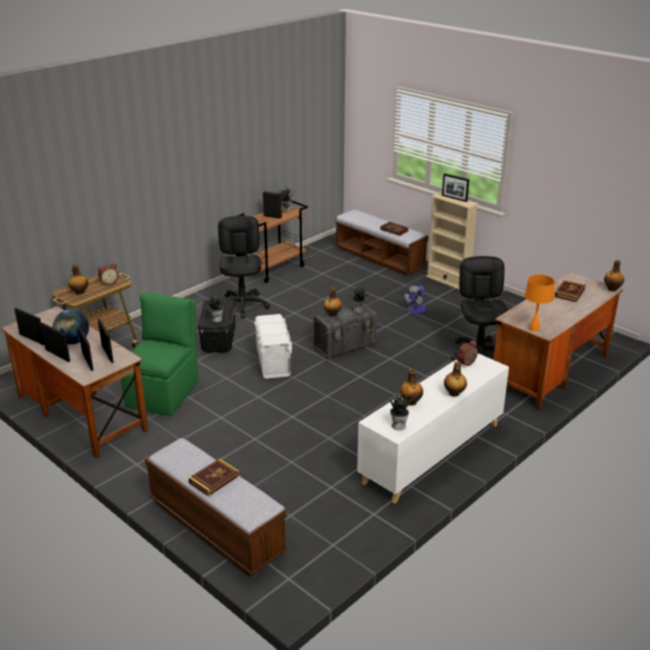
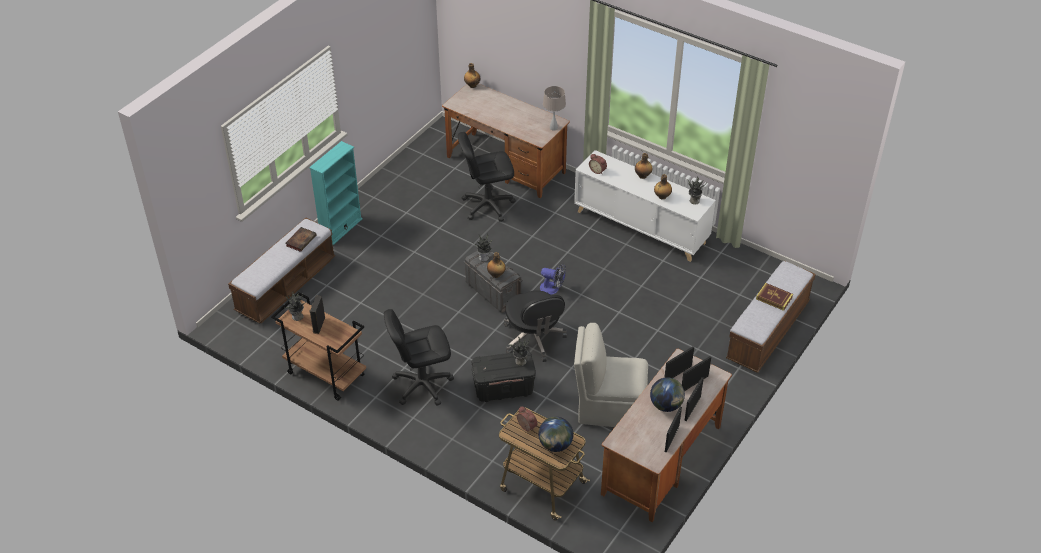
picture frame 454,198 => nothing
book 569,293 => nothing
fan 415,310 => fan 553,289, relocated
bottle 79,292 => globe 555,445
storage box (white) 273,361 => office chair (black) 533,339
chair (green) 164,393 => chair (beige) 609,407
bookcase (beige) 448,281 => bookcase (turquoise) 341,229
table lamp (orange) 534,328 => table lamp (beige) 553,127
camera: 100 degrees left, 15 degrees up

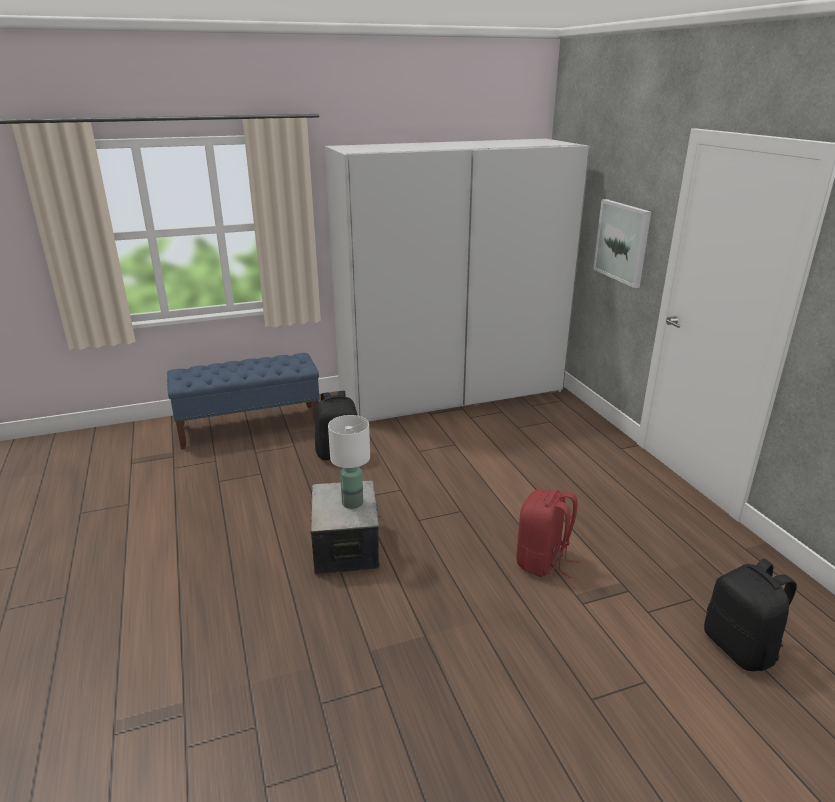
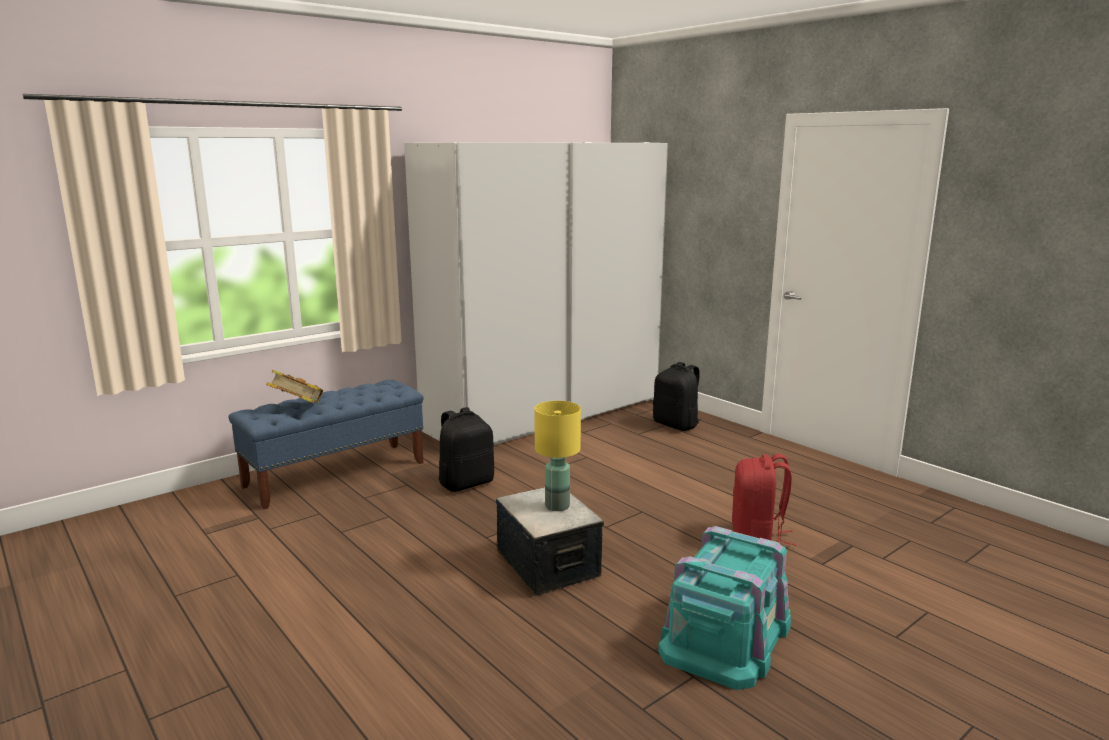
picture 622,242 => nothing
nothing => book 297,407
nothing => storage box (turquoise) 725,634
backpack (black) 740,647 => backpack (black) 676,425, relocated
table lamp (white) 352,503 => table lamp (yellow) 557,506
camera: 20 degrees left, 10 degrees down

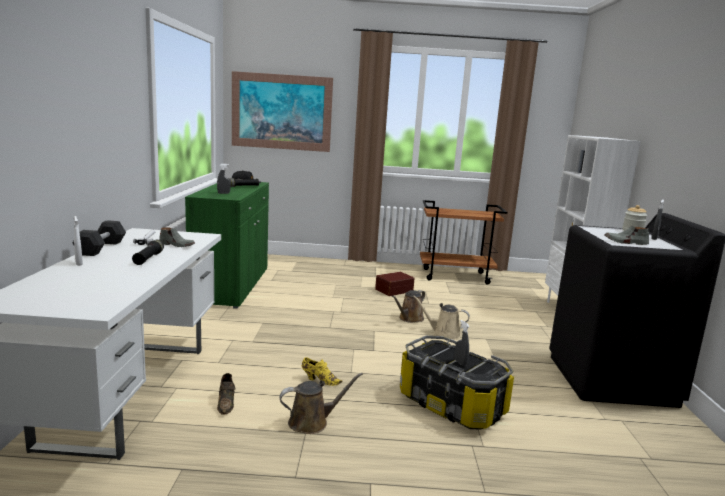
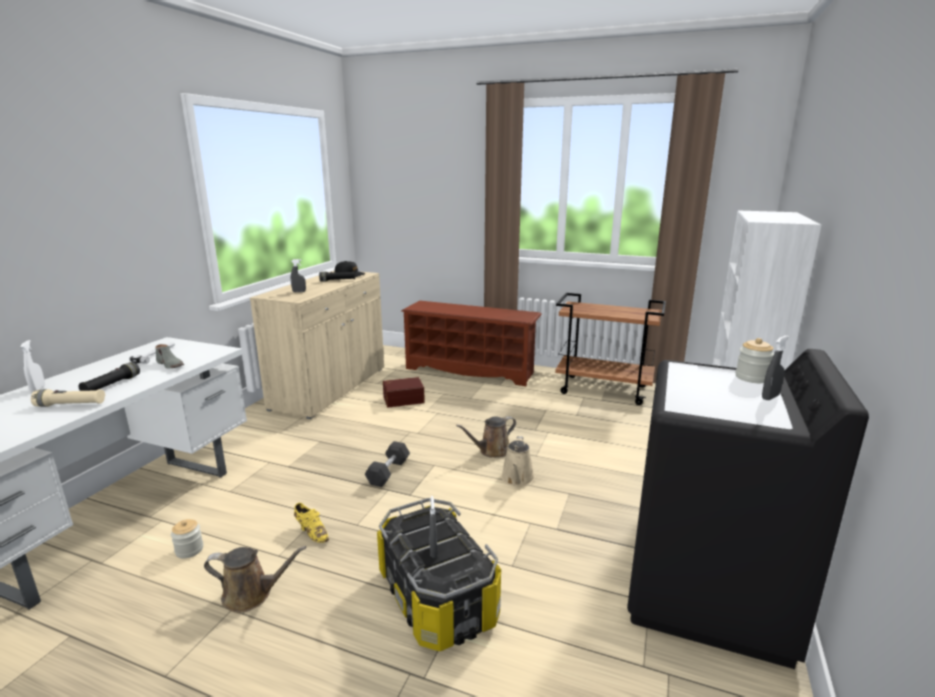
picture 281,112 => nothing
shoe (grey) 625,242 => nothing
nothing => flashlight (beige) 70,405
nothing => shoe rack (brown) 471,370
dumbbell (black) 101,248 => dumbbell (black) 388,472, relocated
storage box (brown) 393,290 => storage box (brown) 403,399, relocated
shoe (brown) 226,403 => jar 189,550
cabinet (green) 232,285 => cabinet (beige) 330,388
watering can (beige) 443,334 => watering can (beige) 517,479, 120 degrees counterclockwise
camera: 20 degrees right, 5 degrees up

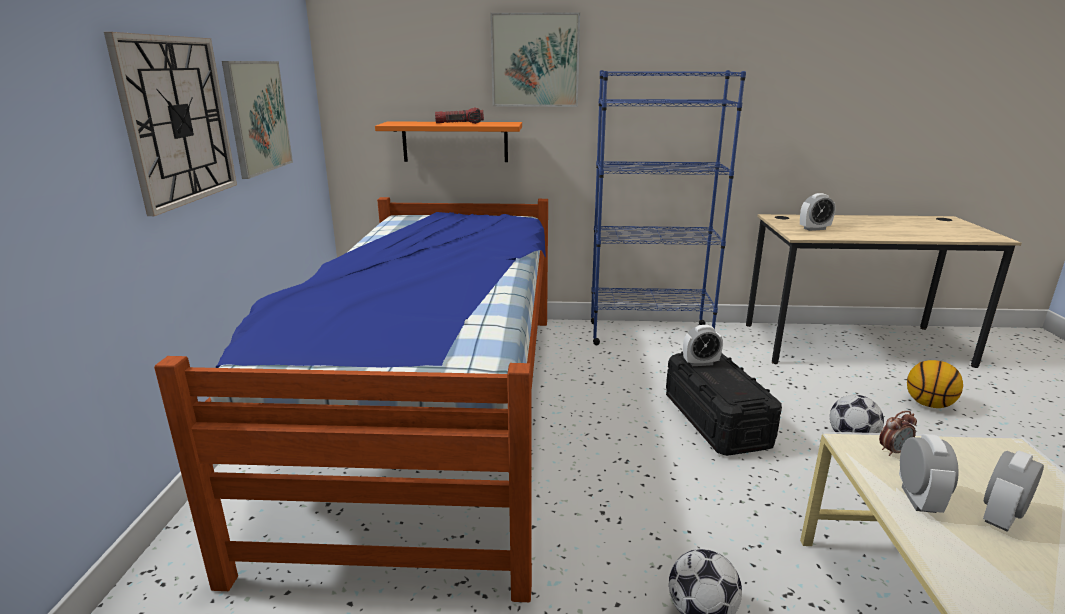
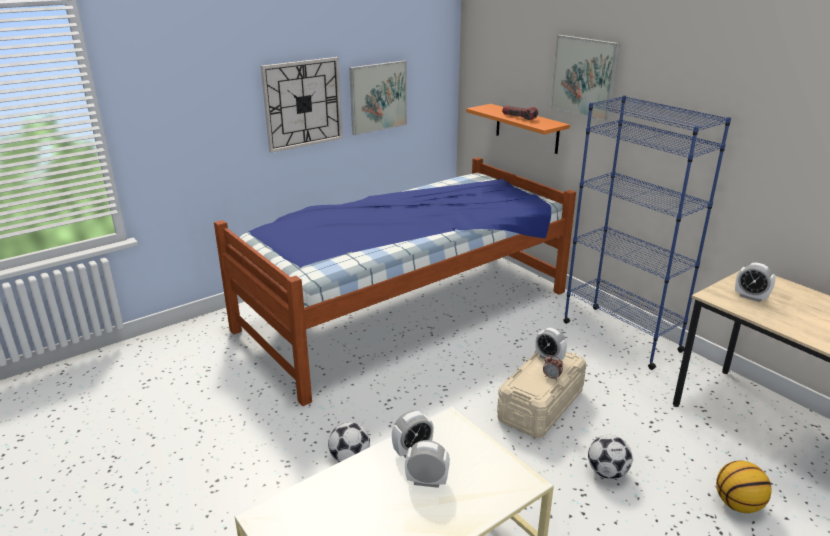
alarm clock 893,451 => alarm clock 552,377, relocated
storage box (black) 716,420 => storage box (beige) 541,405
camera: 50 degrees right, 5 degrees up

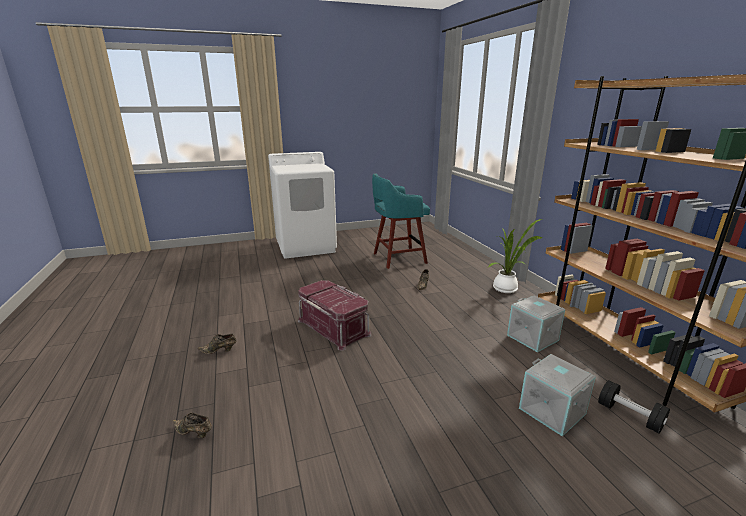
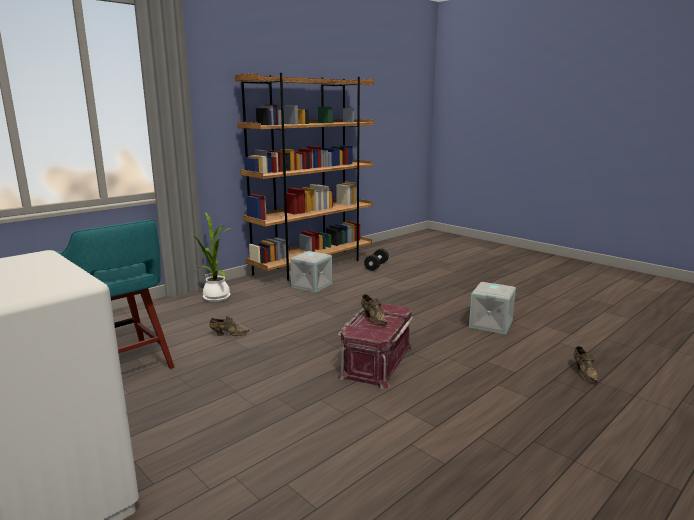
shoe (brown) 219,351 => shoe (brown) 373,318, relocated
storage box (grey) 553,411 => storage box (grey) 490,323, relocated
camera: 115 degrees left, 5 degrees down

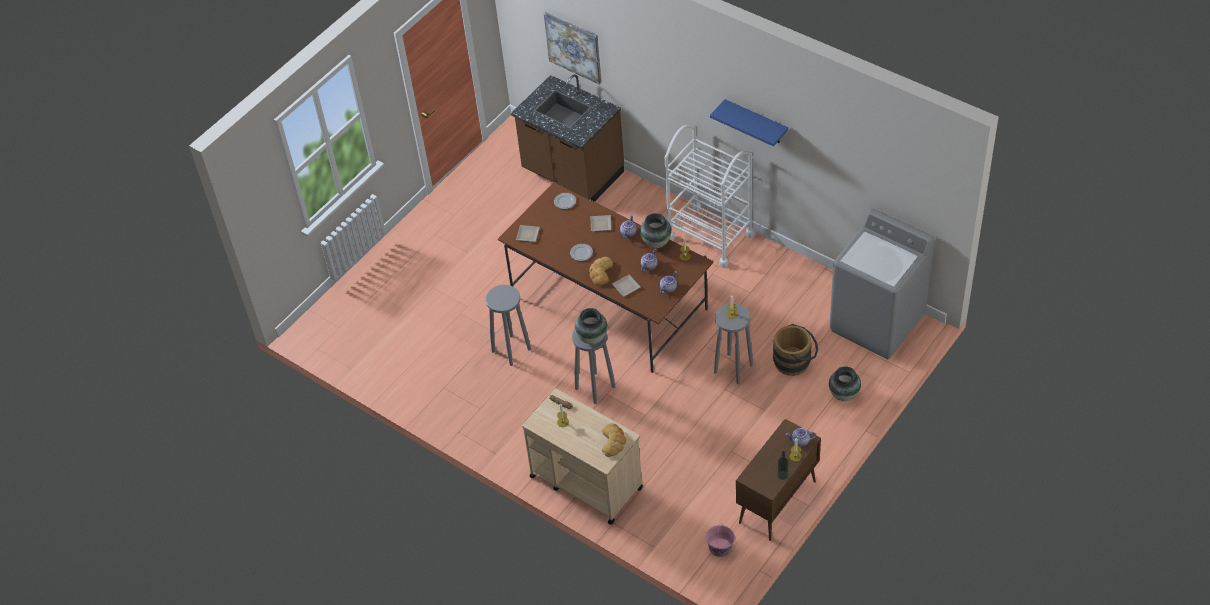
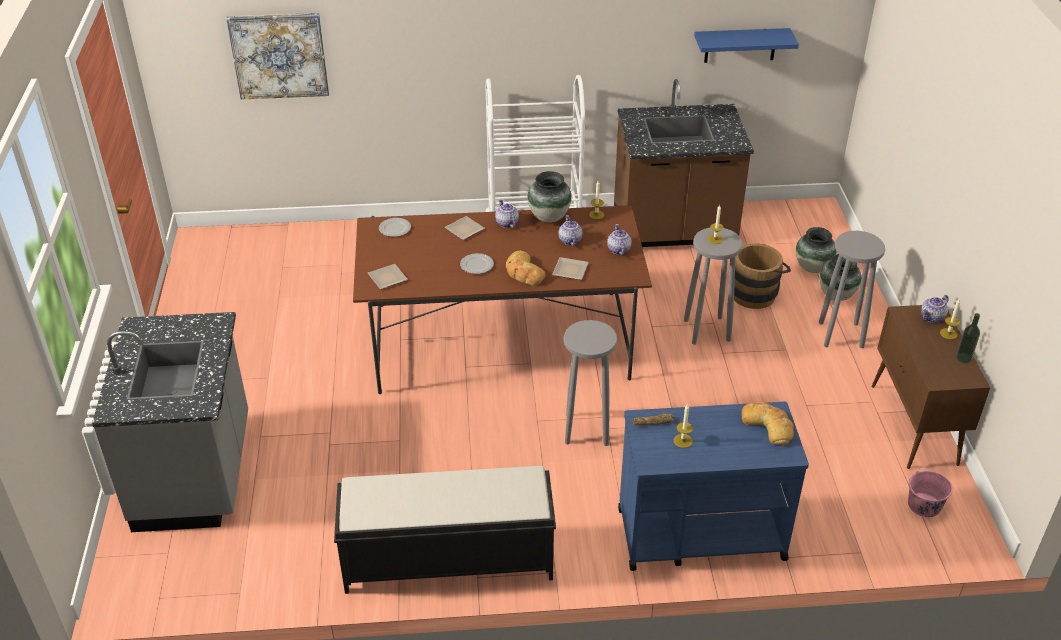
washing machine (grey) 877,323 => nothing
nothing => counter (grey) 196,474
nothing => bench (black) 446,559
stool (grey) 511,350 => stool (grey) 840,334, relocated
counter (brown) 572,173 => counter (brown) 674,230, relocated
vase 592,337 => vase 812,268, relocated
shelf (blue) 756,122 => shelf (blue) 740,45, relocated
cart (beige) 585,482 => cart (blue) 699,533
camera: 45 degrees left, 10 degrees down

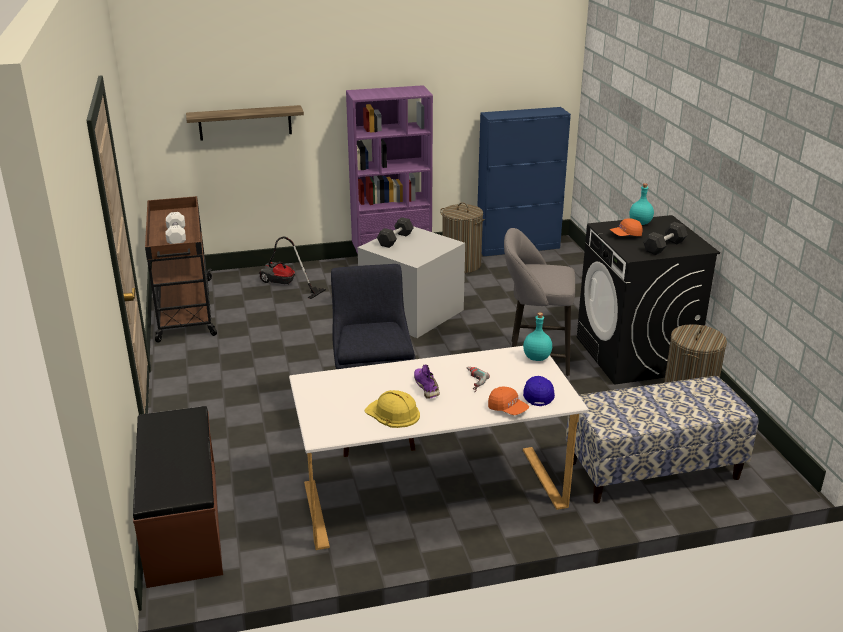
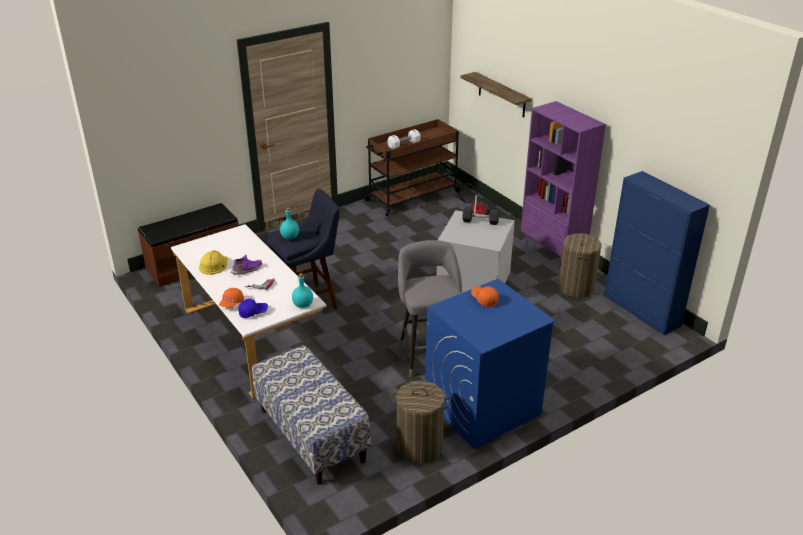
dumbbell (grey) 664,247 => nothing
bottle (turquoise) 640,223 => bottle (turquoise) 290,237, relocated
washing machine (black) 635,355 => washing machine (blue) 482,407
camera: 70 degrees right, 5 degrees up

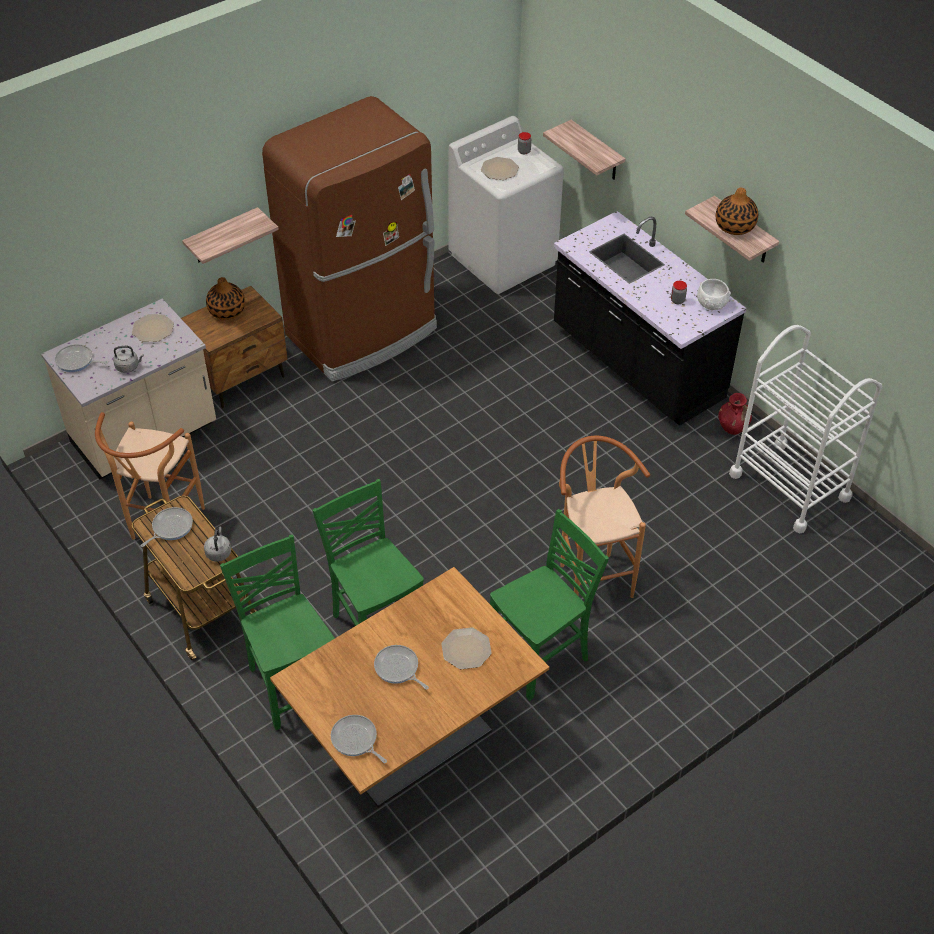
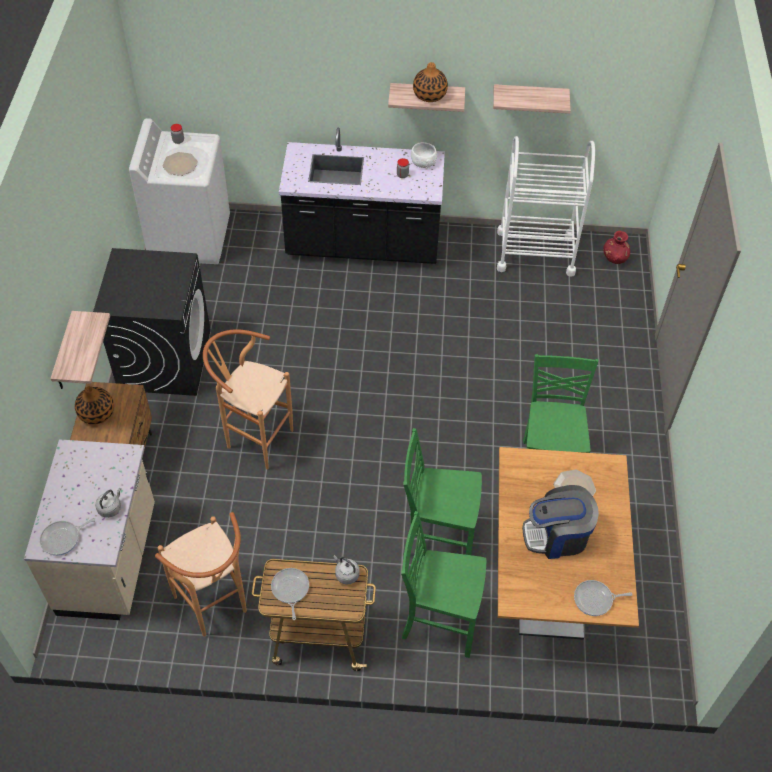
plate 152,329 => nothing
shelf 596,152 => shelf 529,98, relocated
stool (brown) 591,575 => stool (brown) 253,438, relocated
vase (red) 732,427 => vase (red) 615,258, relocated
fridge (brown) 363,333 => washing machine (black) 164,359
frying pan 398,668 => coffee machine 557,536
camera: 50 degrees left, 5 degrees up

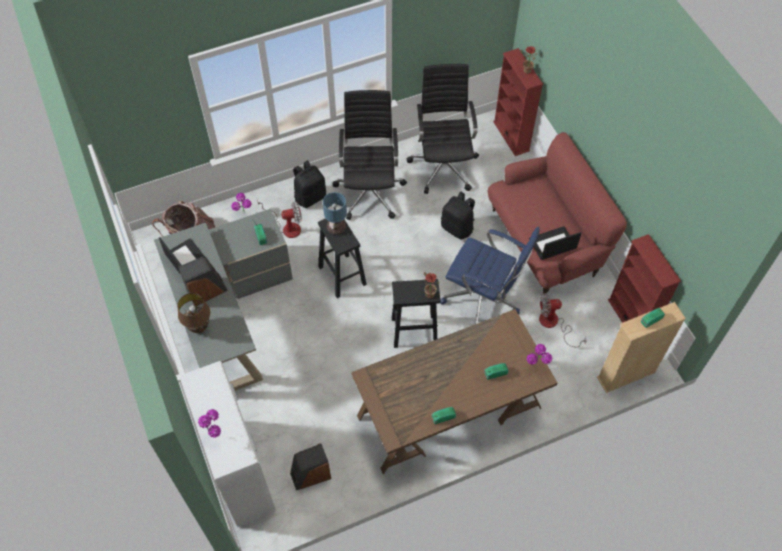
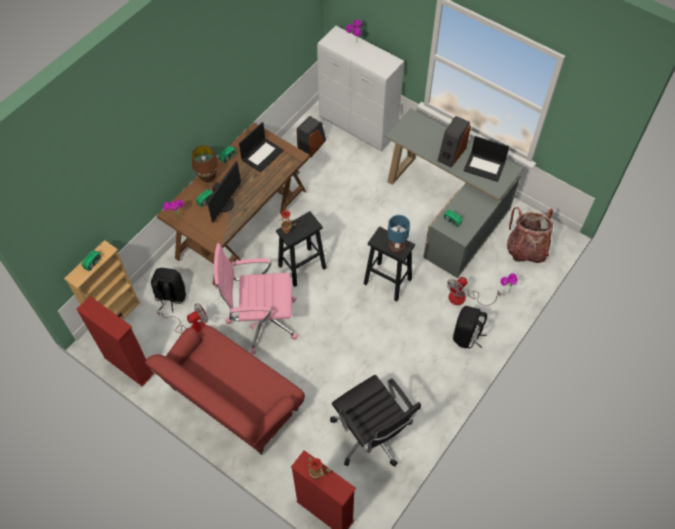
office chair (black) 370,191 => nothing
nothing => monitor 225,204
table lamp (brown) 199,327 => table lamp (brown) 208,178, relocated
backpack (black) 457,228 => backpack (black) 170,297, relocated
laptop 552,244 => laptop 262,154, relocated
office chair (blue) 483,299 => office chair (pink) 261,320
camera: 150 degrees right, 0 degrees up

